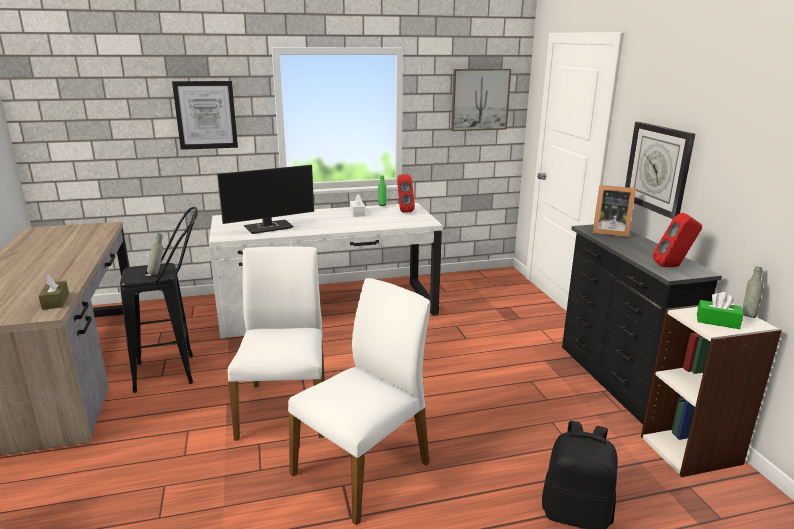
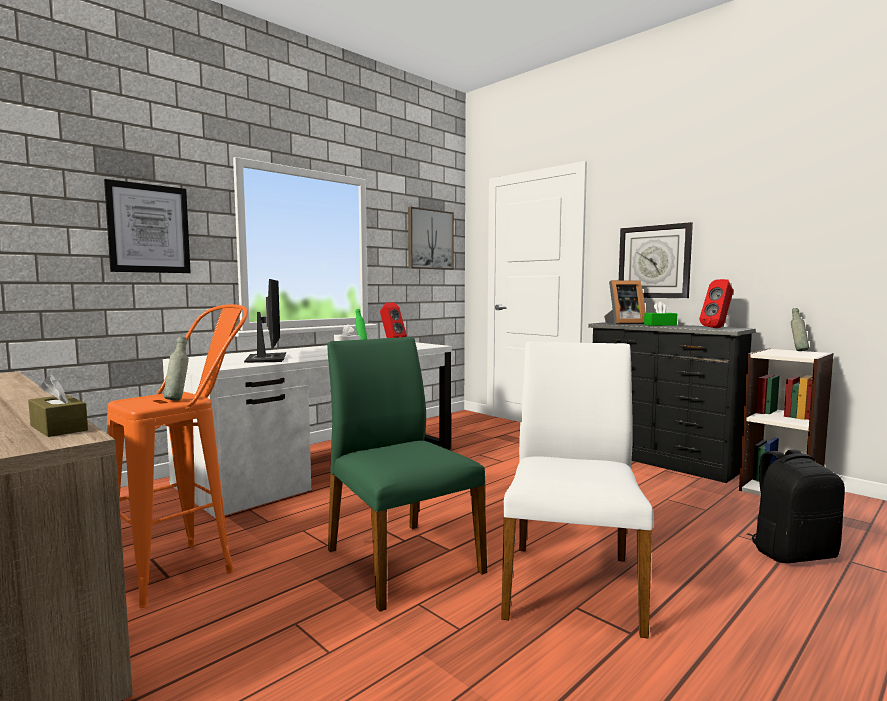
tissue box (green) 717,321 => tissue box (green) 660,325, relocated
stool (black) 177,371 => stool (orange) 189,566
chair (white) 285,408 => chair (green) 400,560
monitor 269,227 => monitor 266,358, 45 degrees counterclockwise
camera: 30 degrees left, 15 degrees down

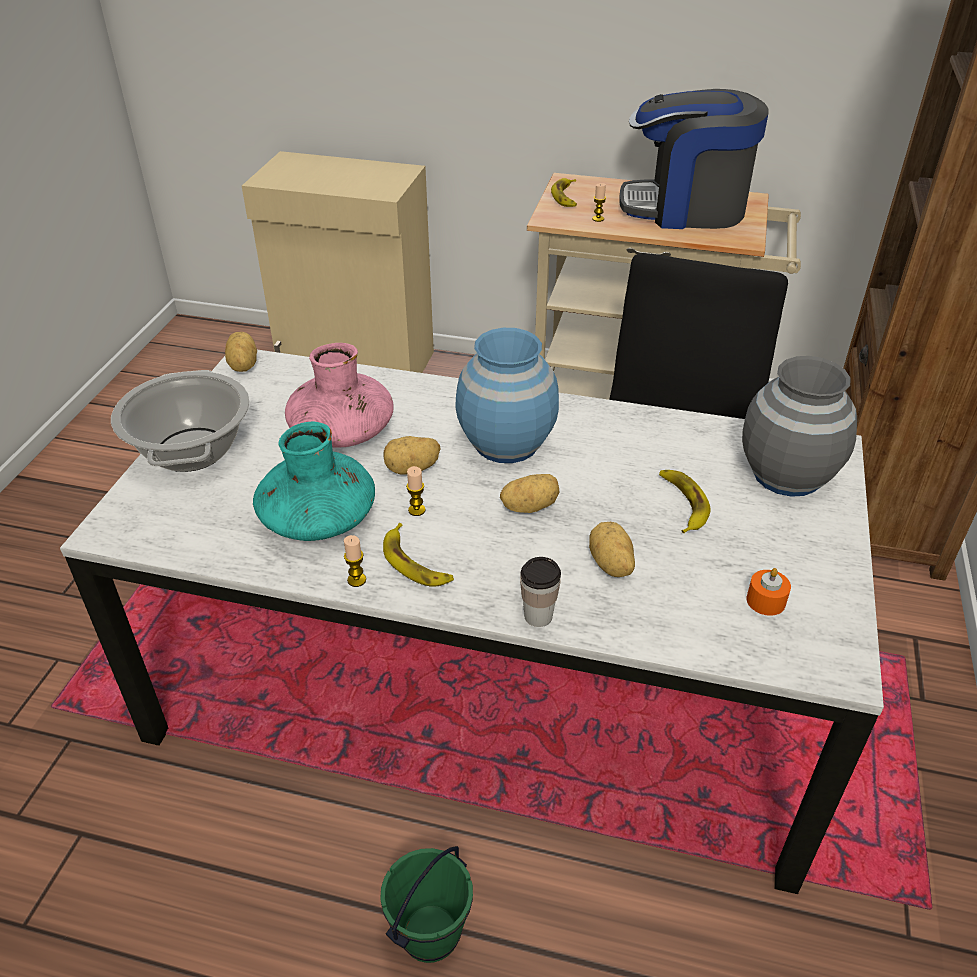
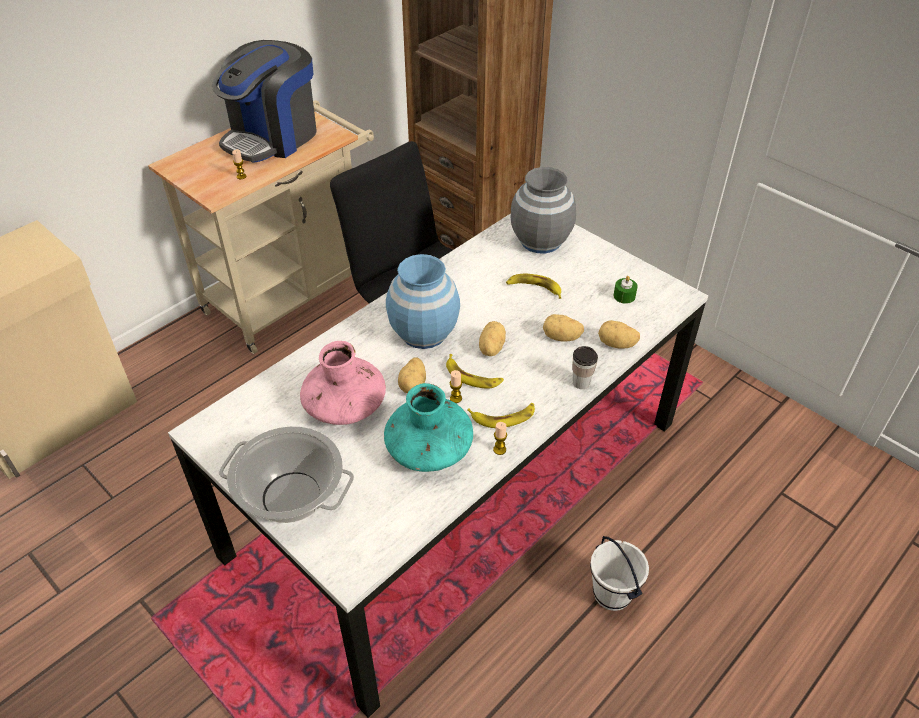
potato 242,366 => potato 616,344, relocated
banana 566,197 => banana 472,376, relocated
bucket (green) 431,934 => bucket (white) 613,593
candle (orange) 766,601 => candle (green) 624,296
camera: 60 degrees left, 5 degrees up

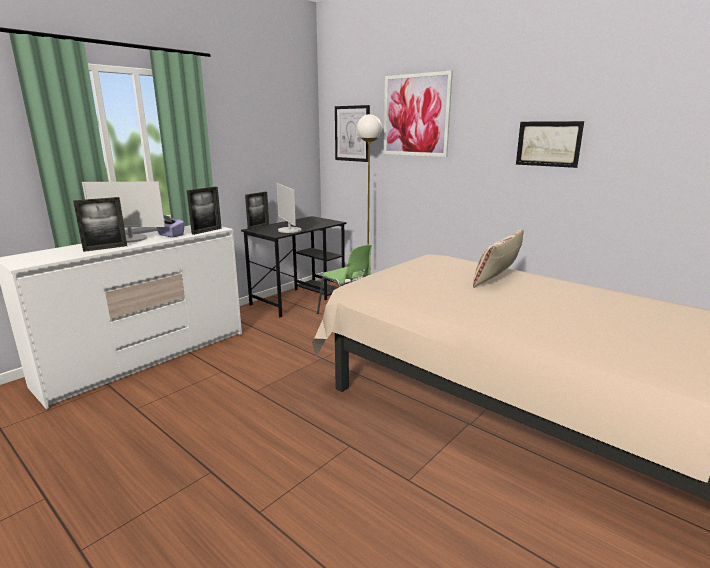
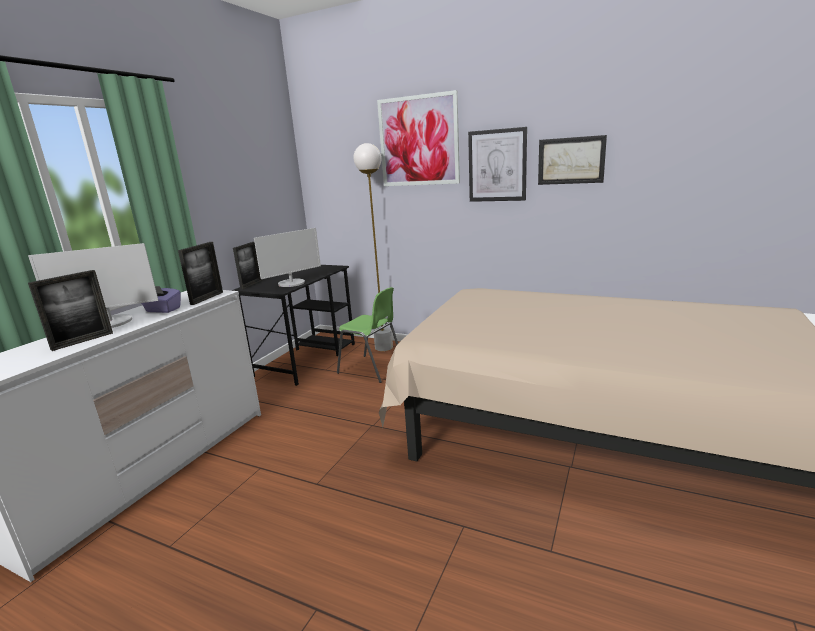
pillow (beige) 497,277 => nothing
picture 352,133 => picture 497,165, relocated
monitor 289,230 => monitor 292,283, 90 degrees counterclockwise
camera: 15 degrees left, 0 degrees up

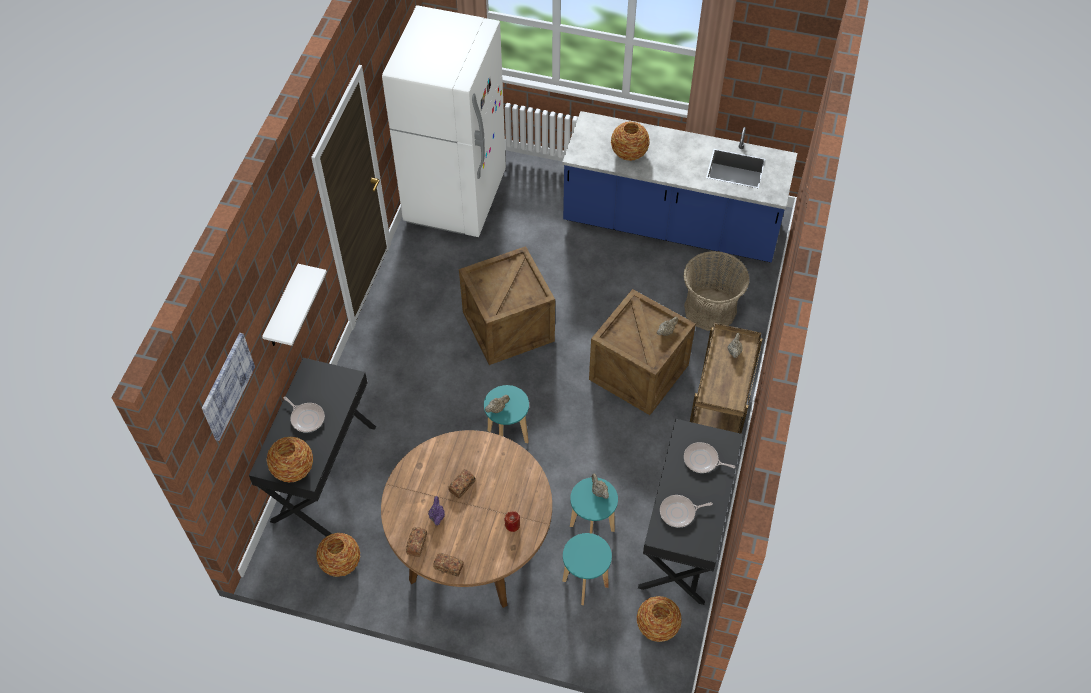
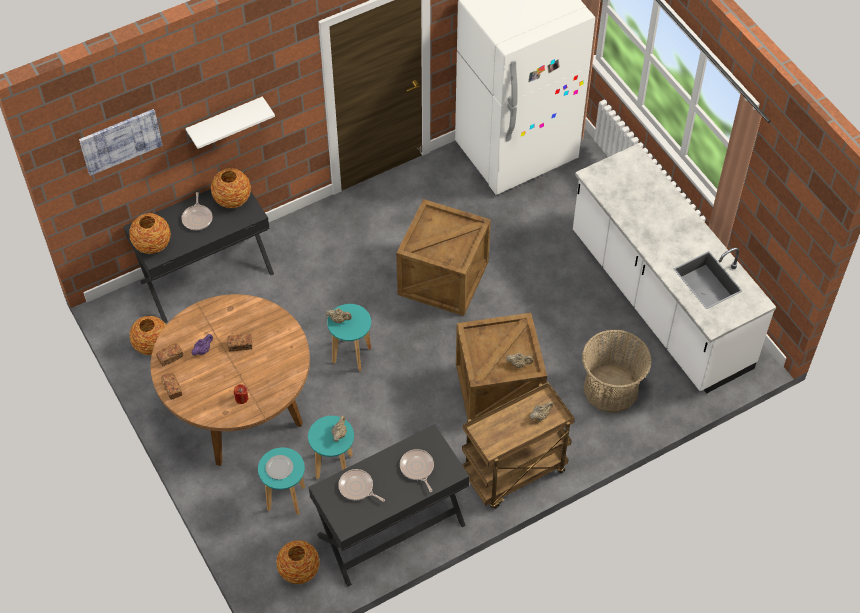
nothing => plate 280,467
vase 629,153 => vase 232,199, relocated
counter (blue) 671,226 => counter (white) 659,301
camera: 45 degrees right, 0 degrees up

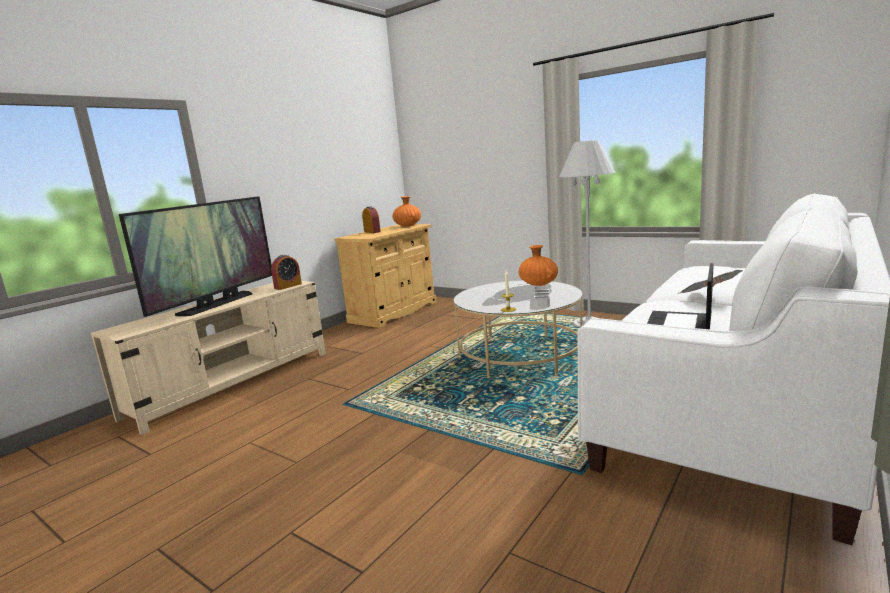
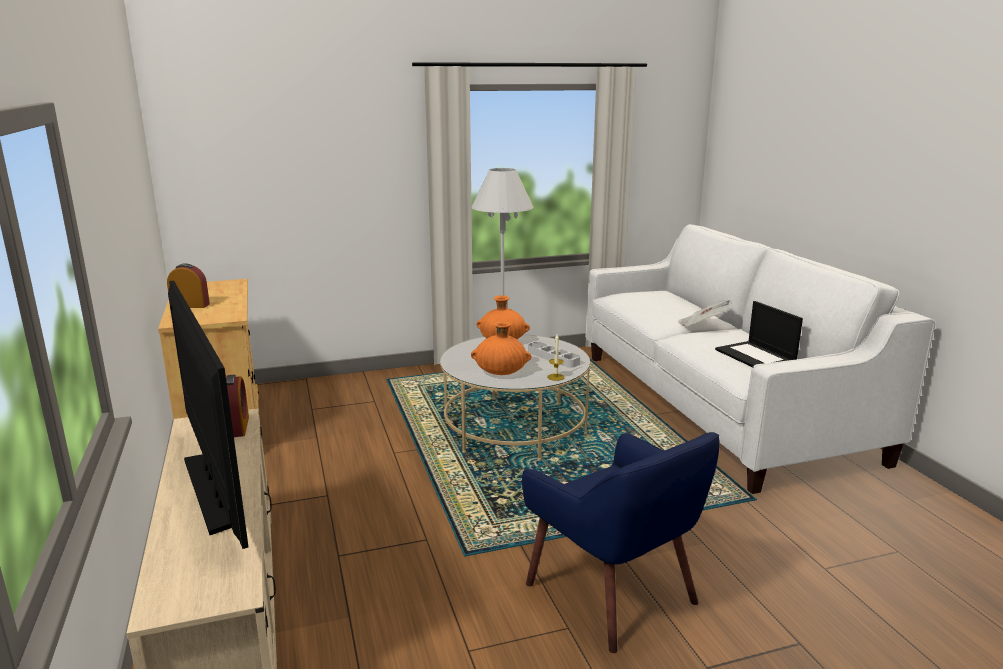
nothing => armchair (blue) 614,593
vase (orange) 407,225 => vase (orange) 501,372, relocated
camera: 55 degrees left, 5 degrees up

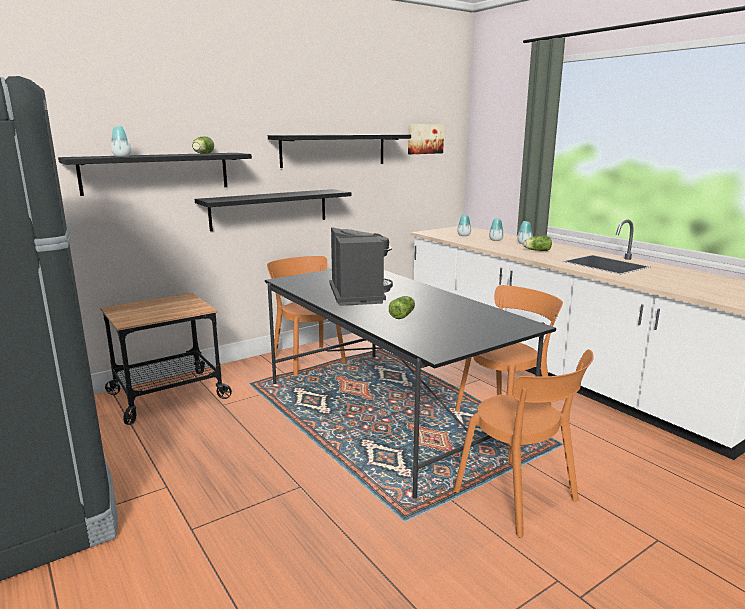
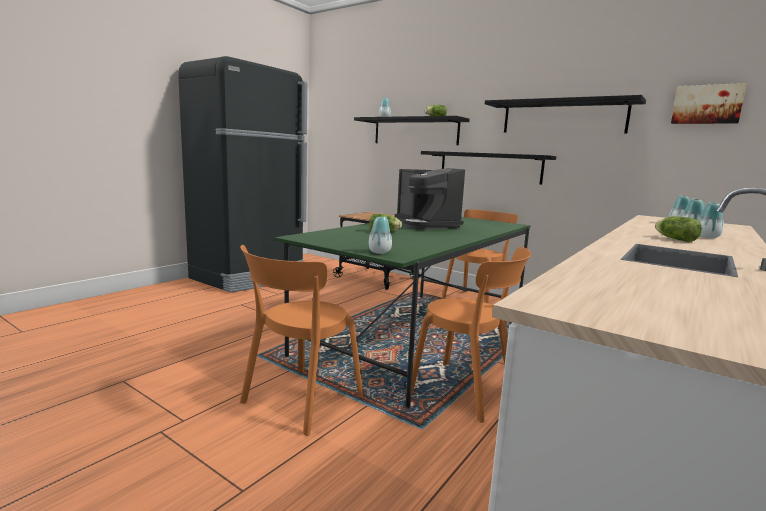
nothing => vase 379,252
dining table (black) 389,411 => dining table (green) 416,337
coffee machine 359,295 => coffee machine 426,225, 90 degrees clockwise
camera: 70 degrees right, 5 degrees down

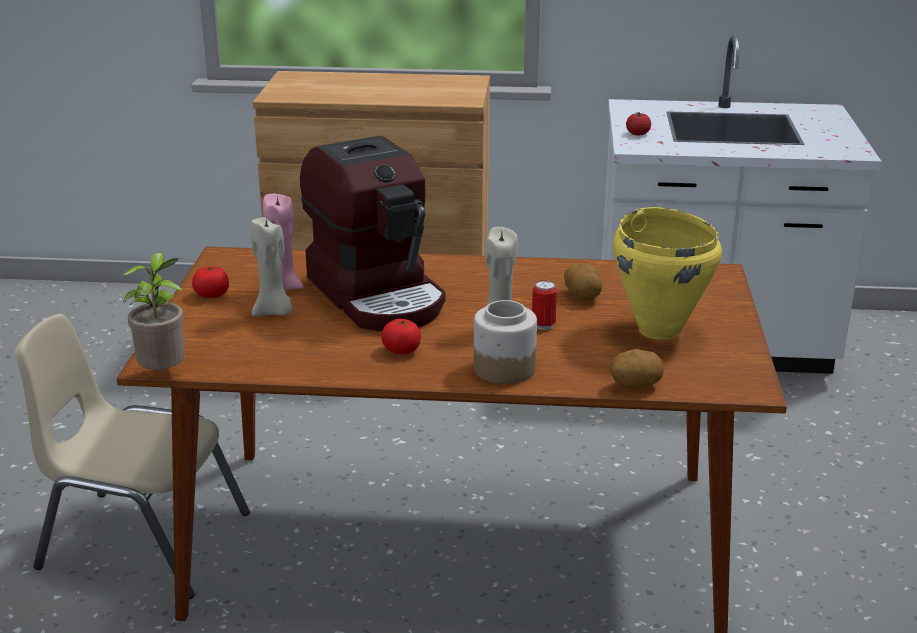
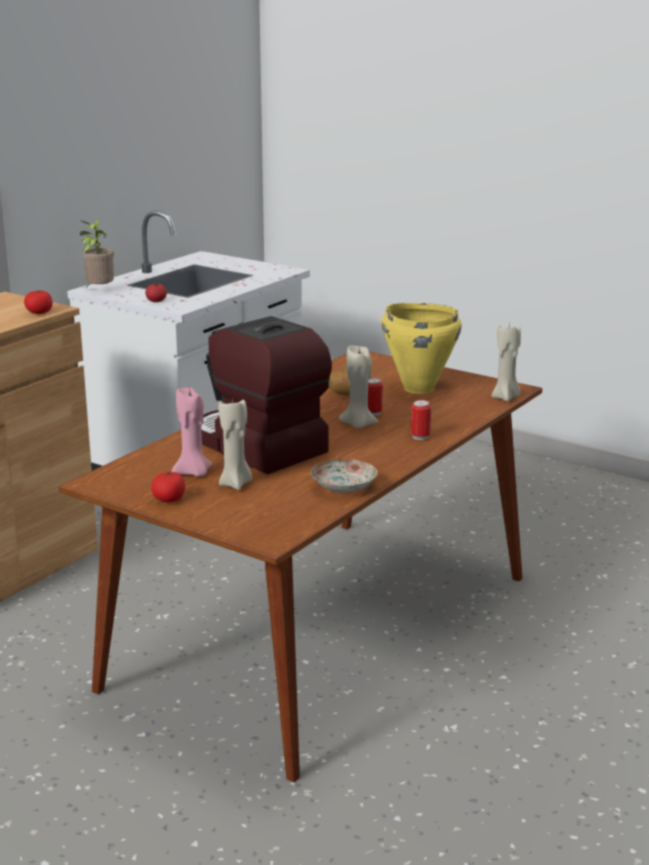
chair (beige) 143,541 => nothing
potato 635,386 => nothing
nothing => plate 344,487
nothing => candle (beige) 506,397
potted plant 164,374 => potted plant 99,291, relocated
tomato 402,350 => tomato 39,313, relocated
jar 503,369 => can 420,437
coffee machine 378,295 => coffee machine 256,446, 135 degrees counterclockwise
camera: 60 degrees left, 5 degrees down

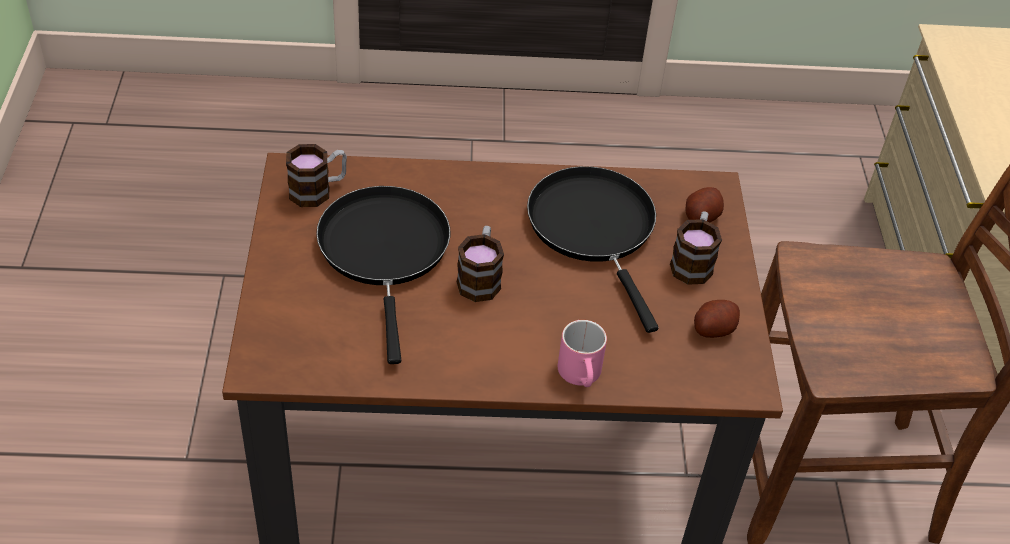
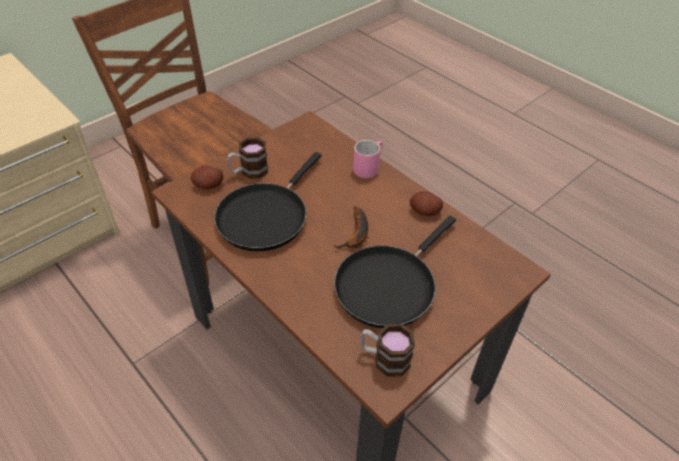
potato 713,329 => potato 425,211, relocated
mug 480,278 => banana 356,234
camera: 130 degrees left, 0 degrees up

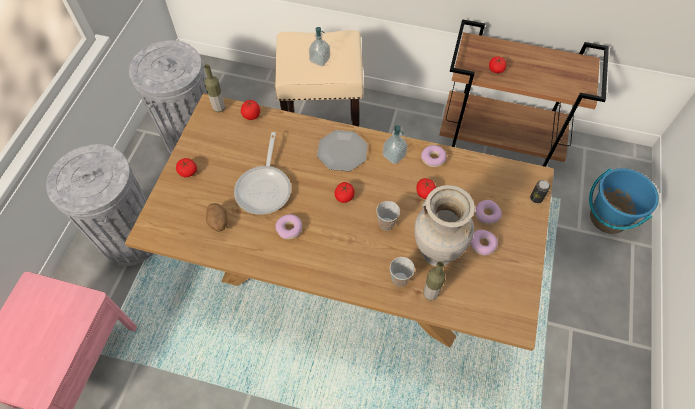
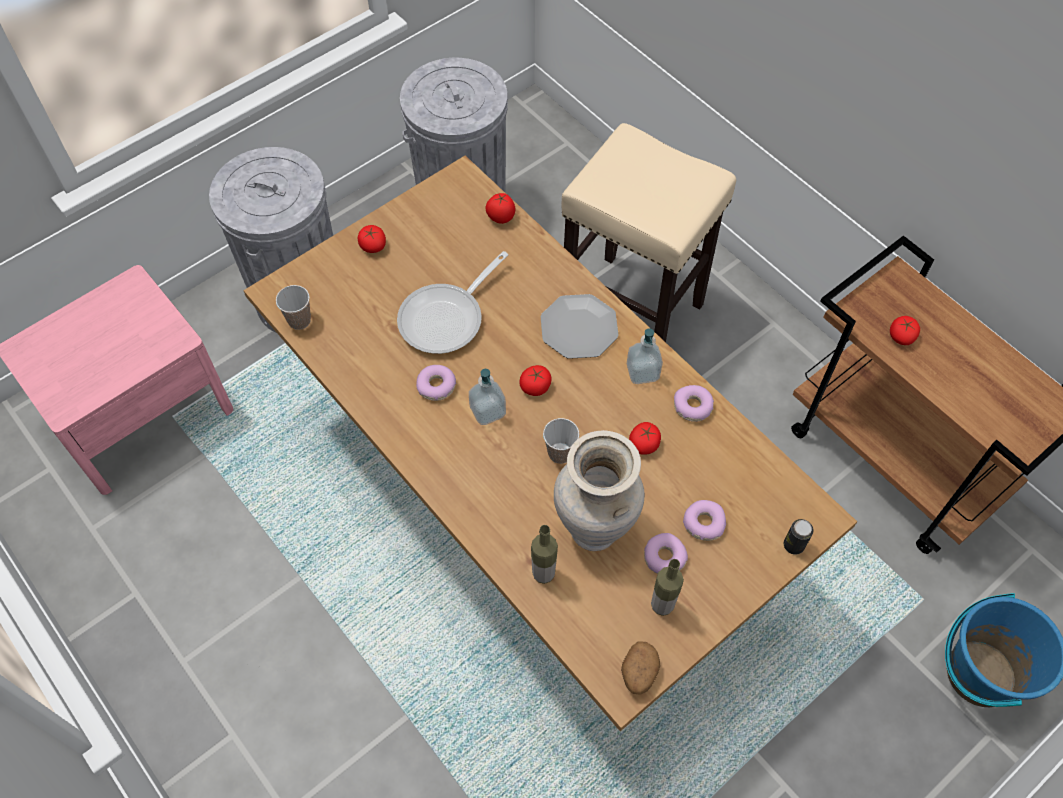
bottle 219,108 => bottle 662,605, relocated
potato 218,222 => potato 638,673, relocated
soap dispenser 320,60 => soap dispenser 488,411, relocated
cup 399,279 => cup 299,320, relocated
camera: 35 degrees right, 0 degrees up

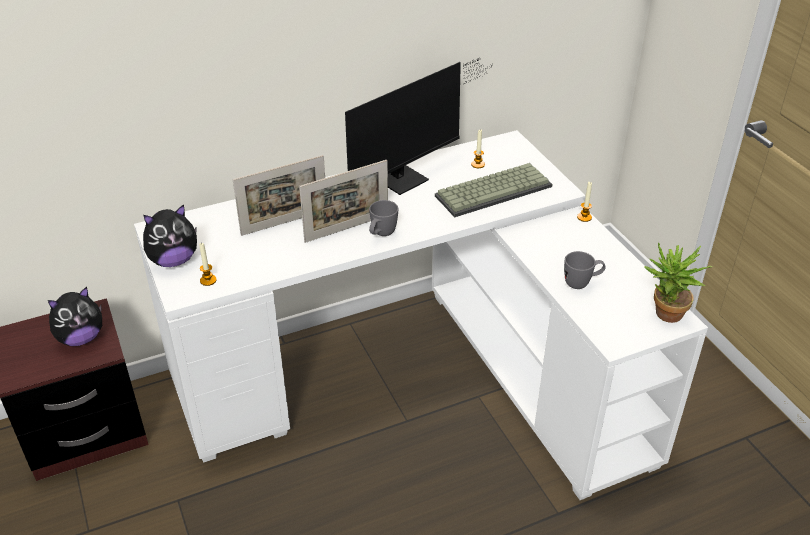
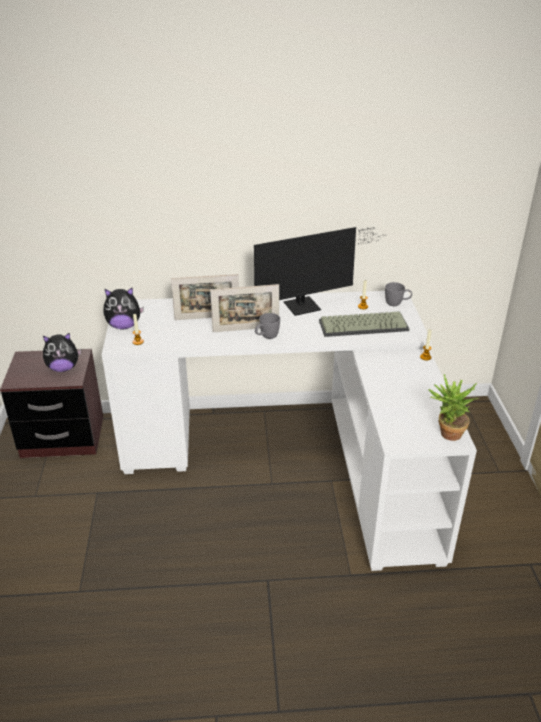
mug (grey) 582,283 => mug (grey) 397,304, relocated
camera: 20 degrees right, 5 degrees down

